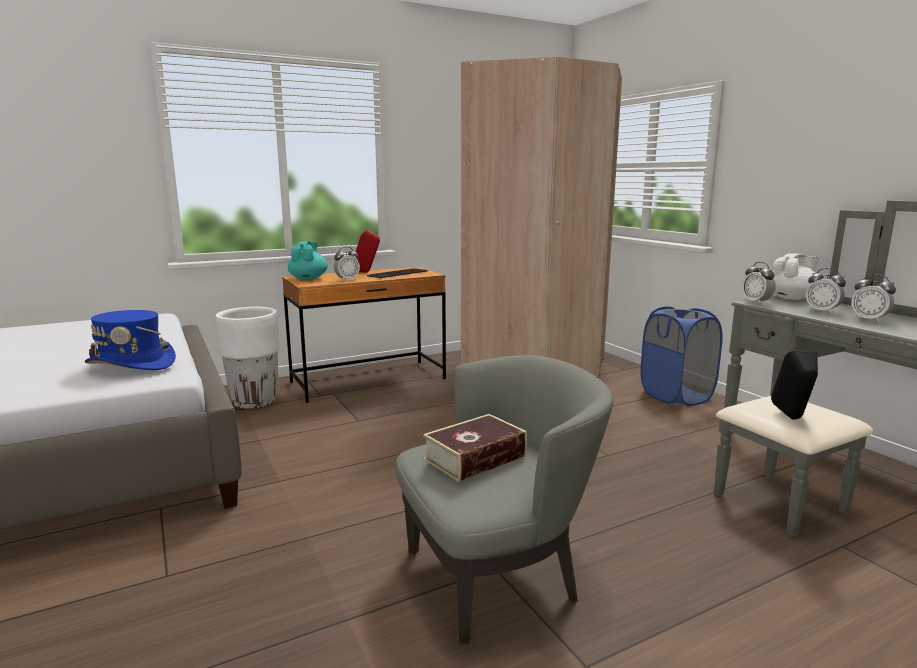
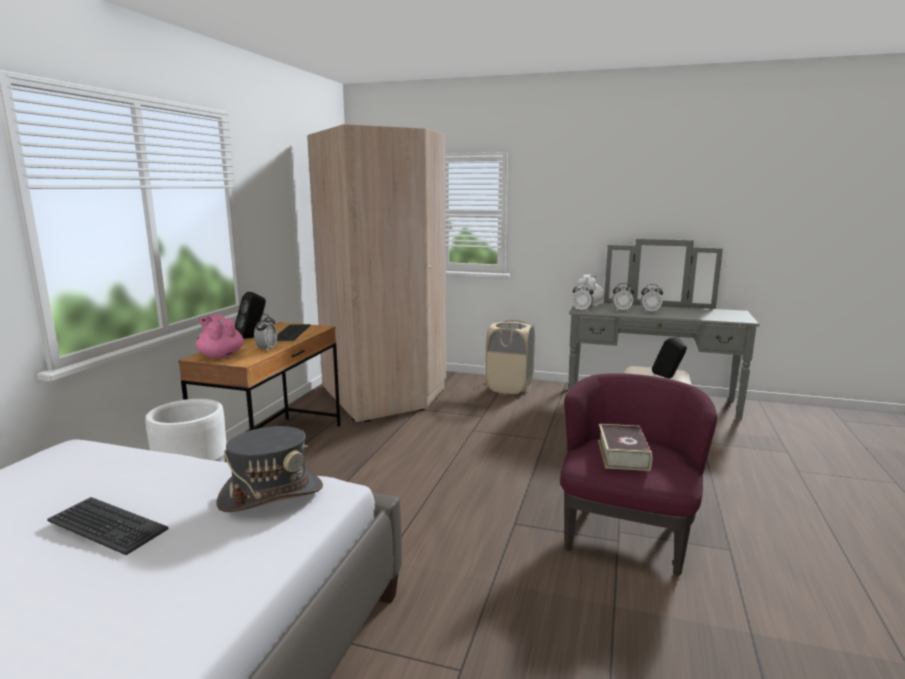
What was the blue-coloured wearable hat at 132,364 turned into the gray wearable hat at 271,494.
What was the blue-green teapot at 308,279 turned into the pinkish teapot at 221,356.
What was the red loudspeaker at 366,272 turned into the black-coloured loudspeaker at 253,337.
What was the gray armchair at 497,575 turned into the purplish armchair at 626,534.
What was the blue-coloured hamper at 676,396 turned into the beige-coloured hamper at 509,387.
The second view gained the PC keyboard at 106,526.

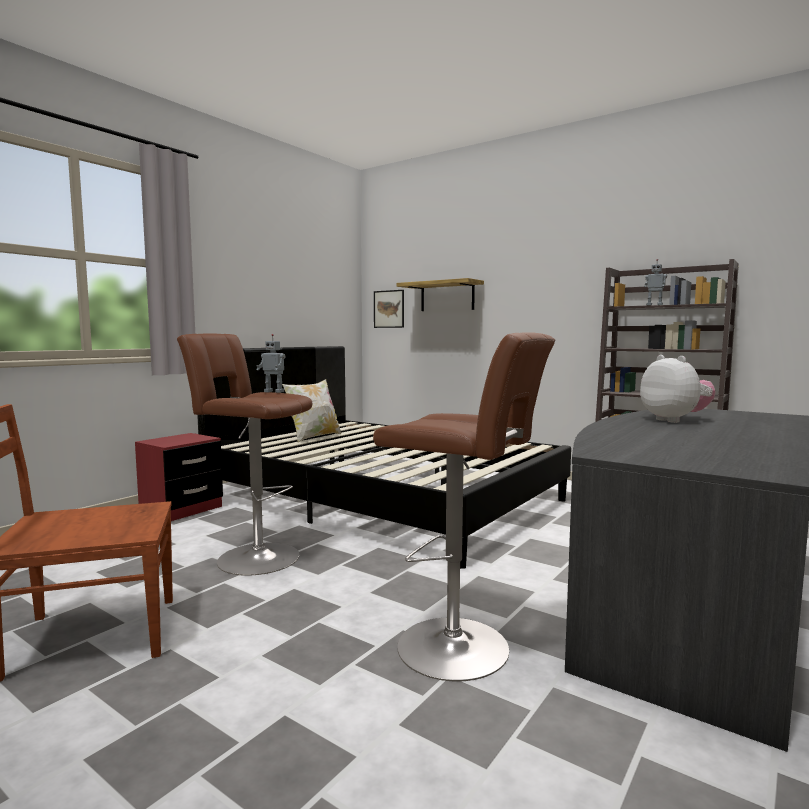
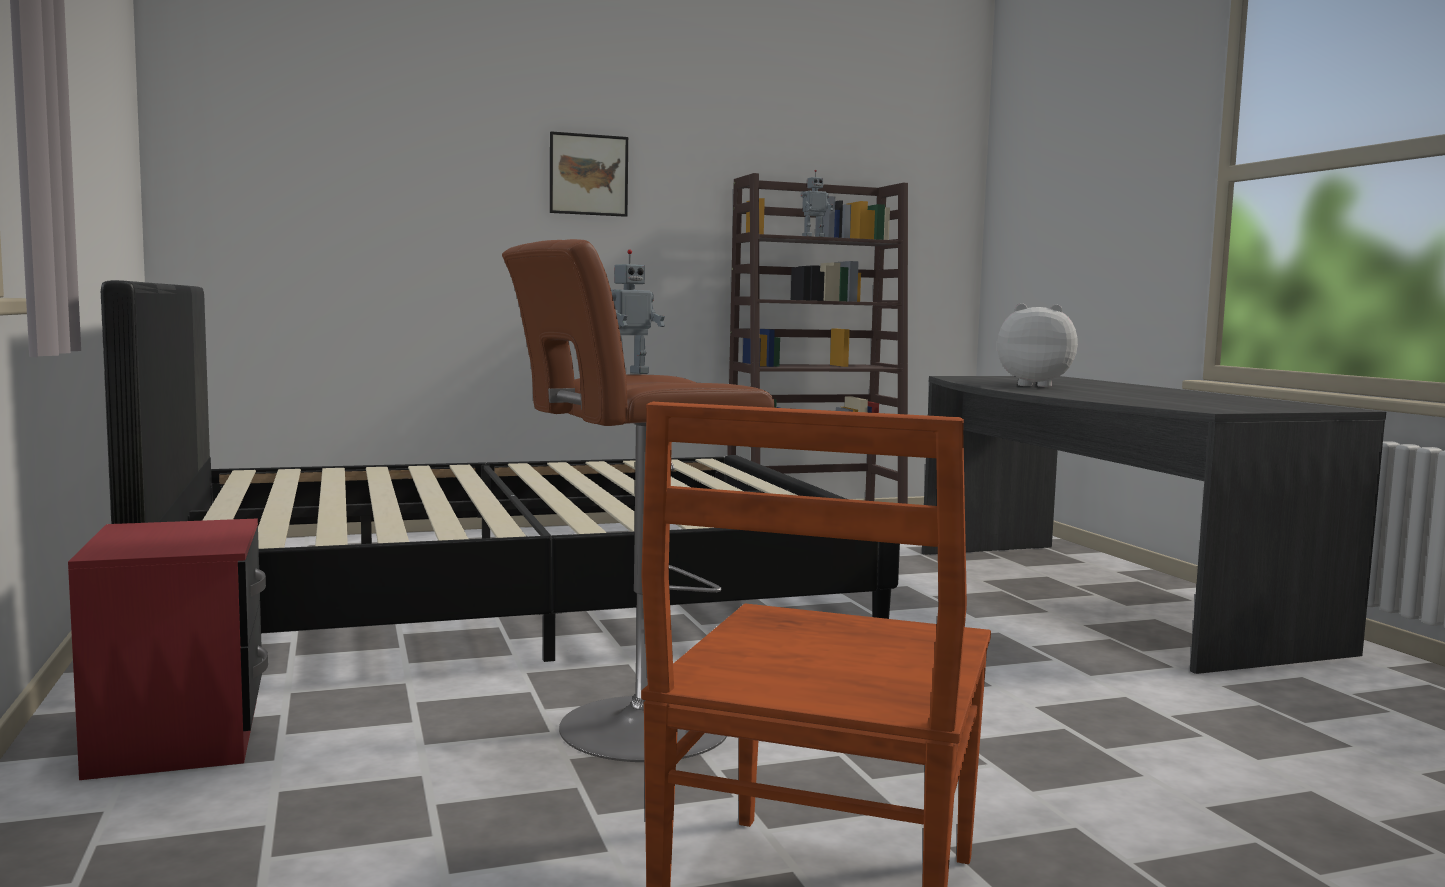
The second view lost the cushion at 313,437.
The second view lost the brownish stool seat at 461,649.
The wall picture ended up elsewhere, having gone from 389,309 to 588,174.
The second view lost the wall shelf at 447,296.

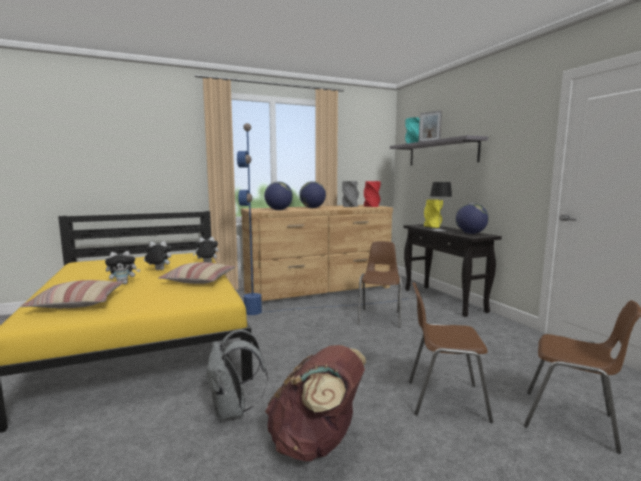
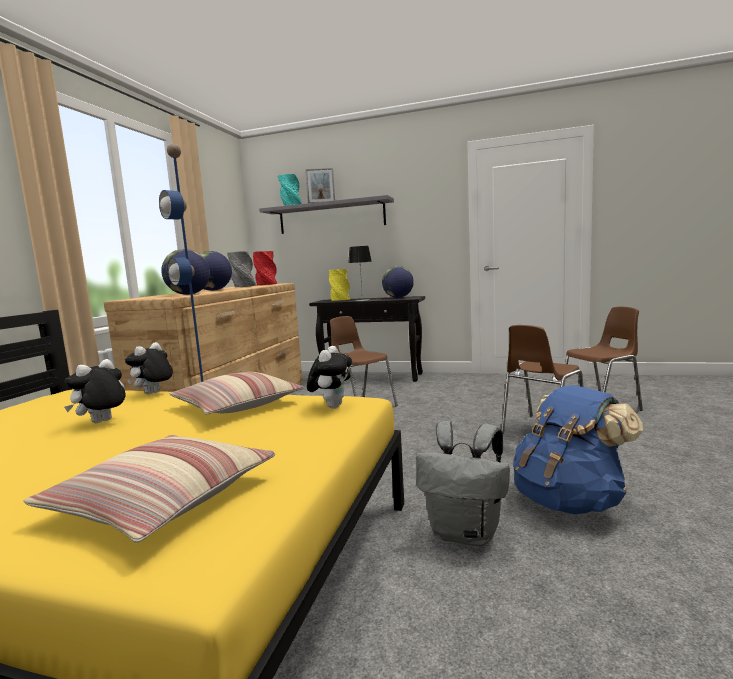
The plush toy ended up elsewhere, having gone from 123,283 to 332,406.
What was the brownish backpack at 316,443 turned into the blue-coloured backpack at 568,500.

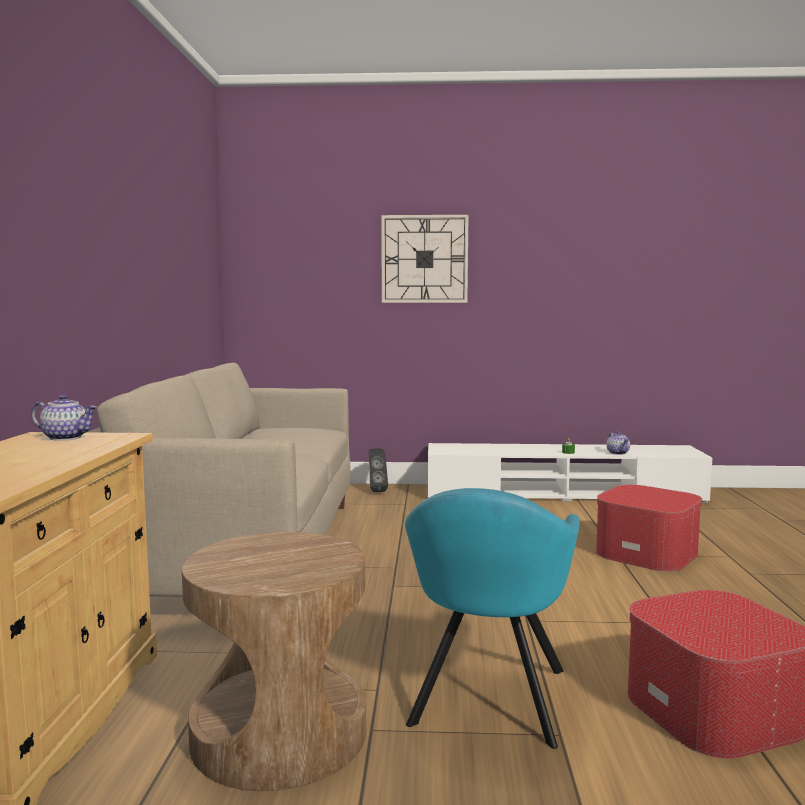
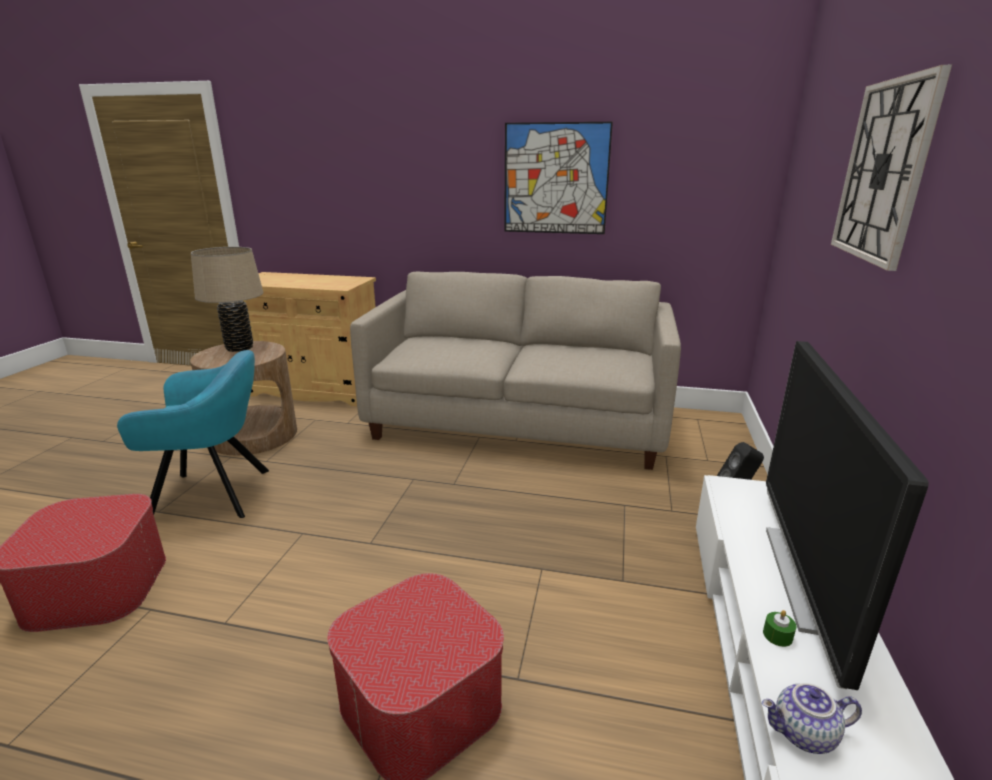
The second view lost the teapot at 66,437.
The blue-green armchair at 488,700 ended up facing another way, 150 degrees clockwise from before.
The second view gained the beige-coloured tabletop lamp at 239,348.
The second view gained the wall picture at 555,179.
The second view gained the television at 806,579.

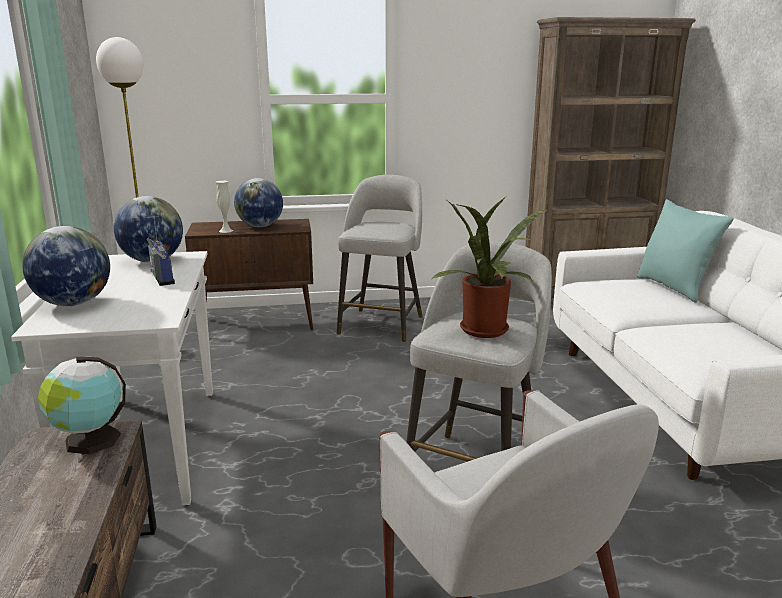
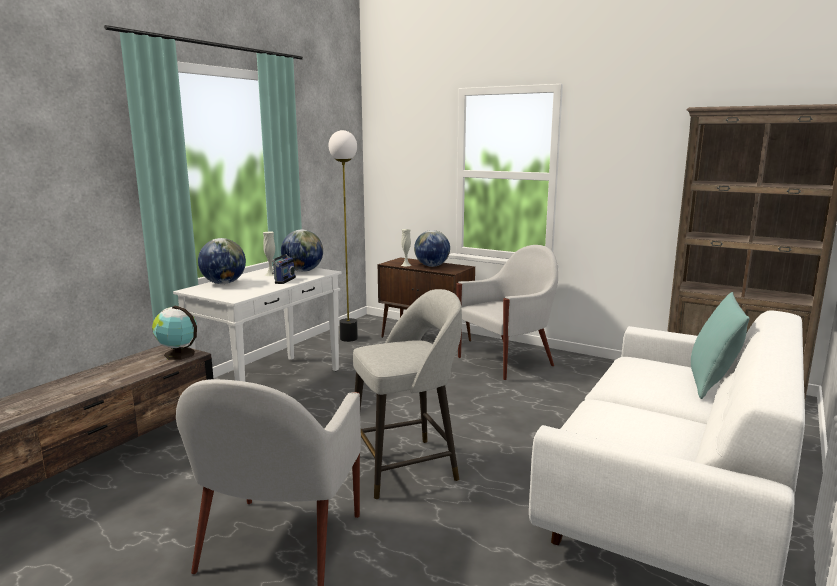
Where the gray stool seat stood at 382,324, the whitish armchair came to stand at 507,361.
The second view lost the potted plant at 487,332.
The second view gained the whitish flower vase at 271,274.

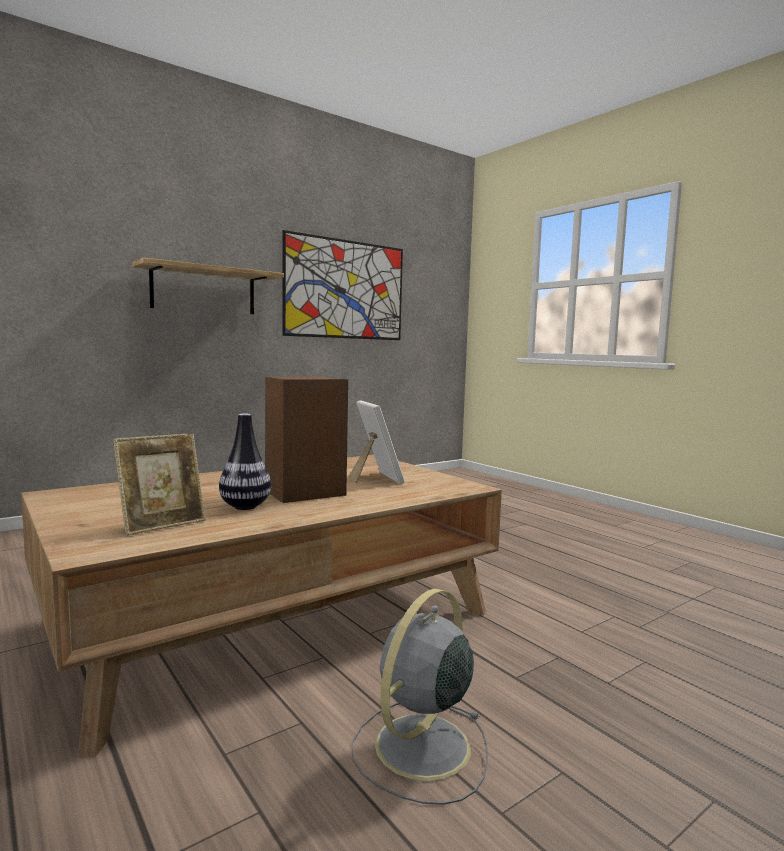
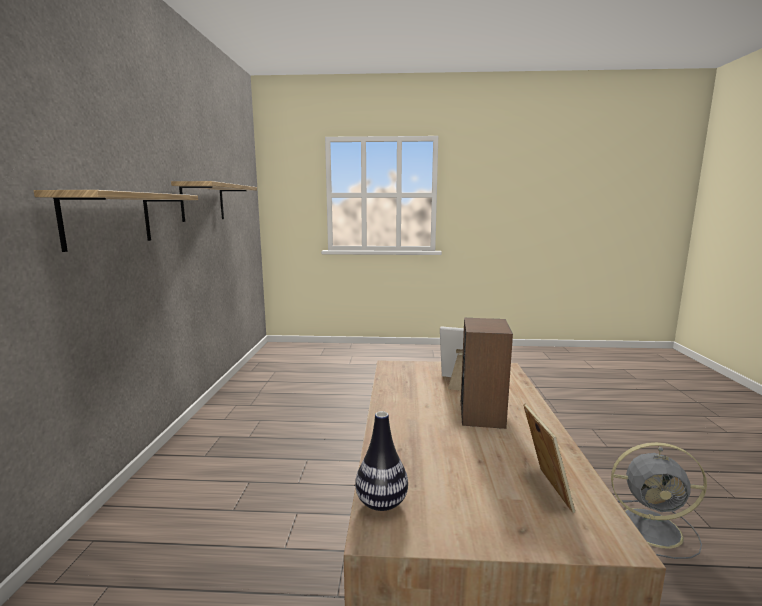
The flower vase ended up elsewhere, having gone from 245,507 to 382,503.
Where the wall picture hung at 345,289, the wall shelf came to hang at 203,202.
The gray electric fan at 420,748 ended up facing another way, 60 degrees counterclockwise from before.

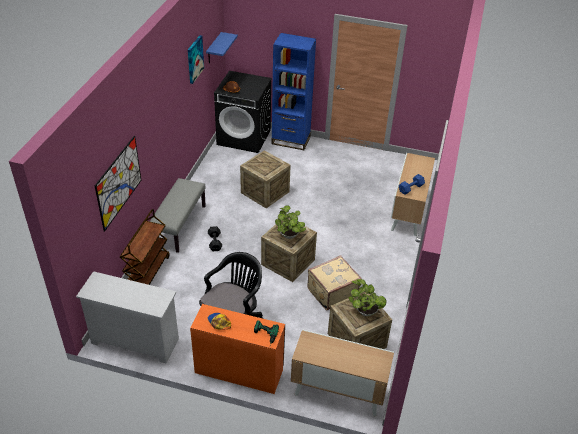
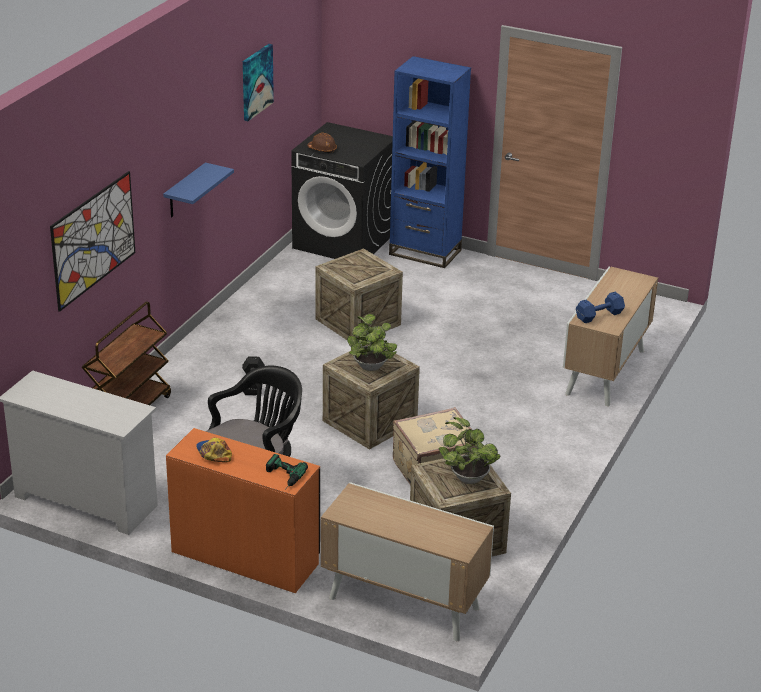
The second view lost the gray indoor bench at 179,225.
The blue-coloured wall shelf ended up elsewhere, having gone from 214,48 to 185,191.

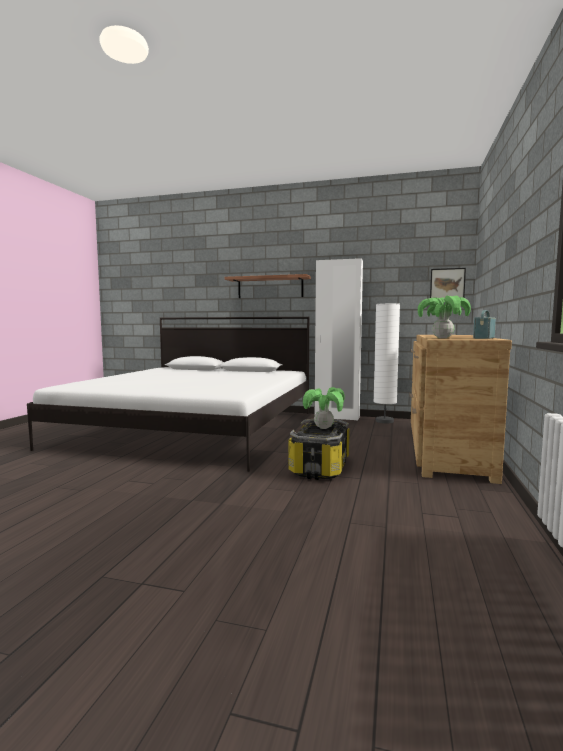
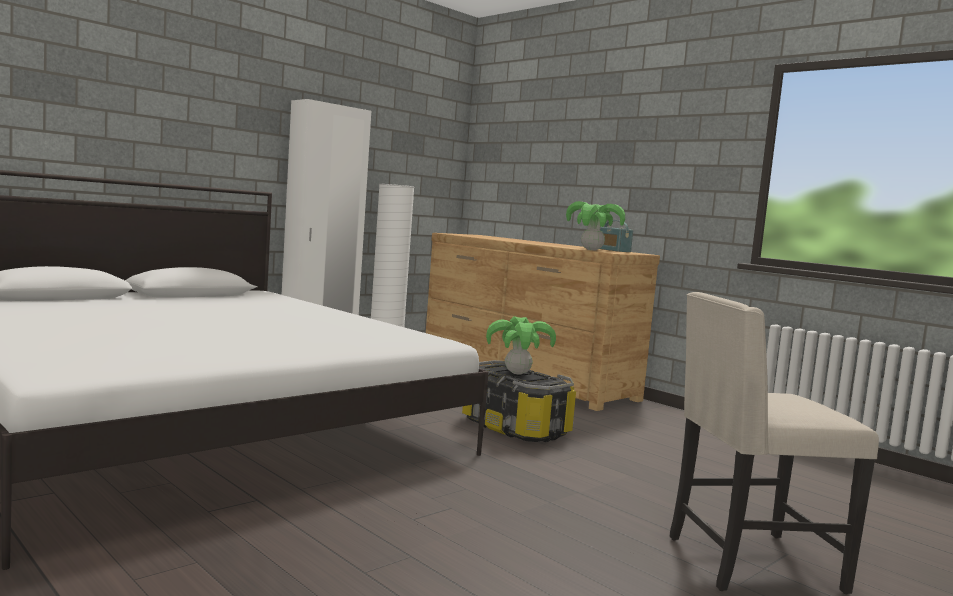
The second view lost the wall shelf at 270,287.
The second view lost the wall picture at 447,284.
The second view gained the beige-coloured upright chair at 749,563.

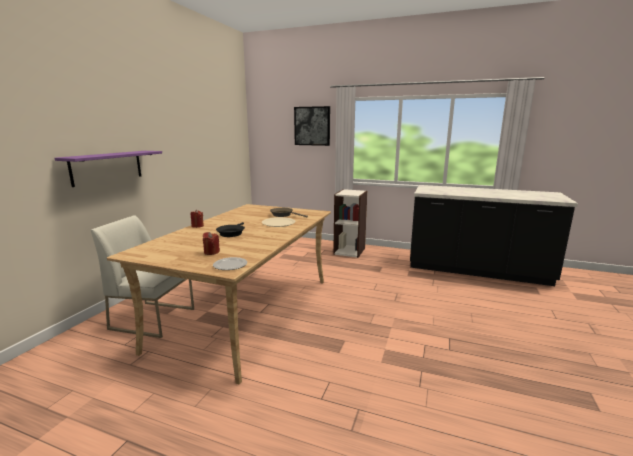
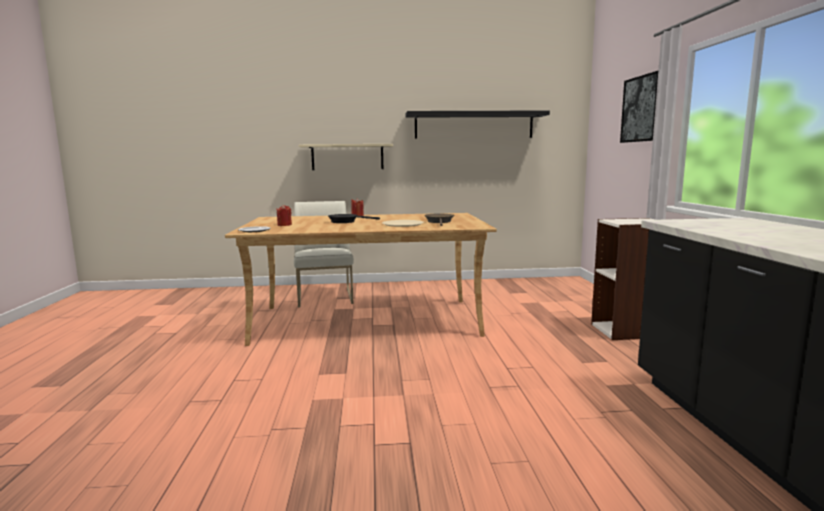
What was the purplish wall shelf at 107,167 turned into the beige-coloured wall shelf at 347,157.
The second view gained the black-coloured wall shelf at 474,125.

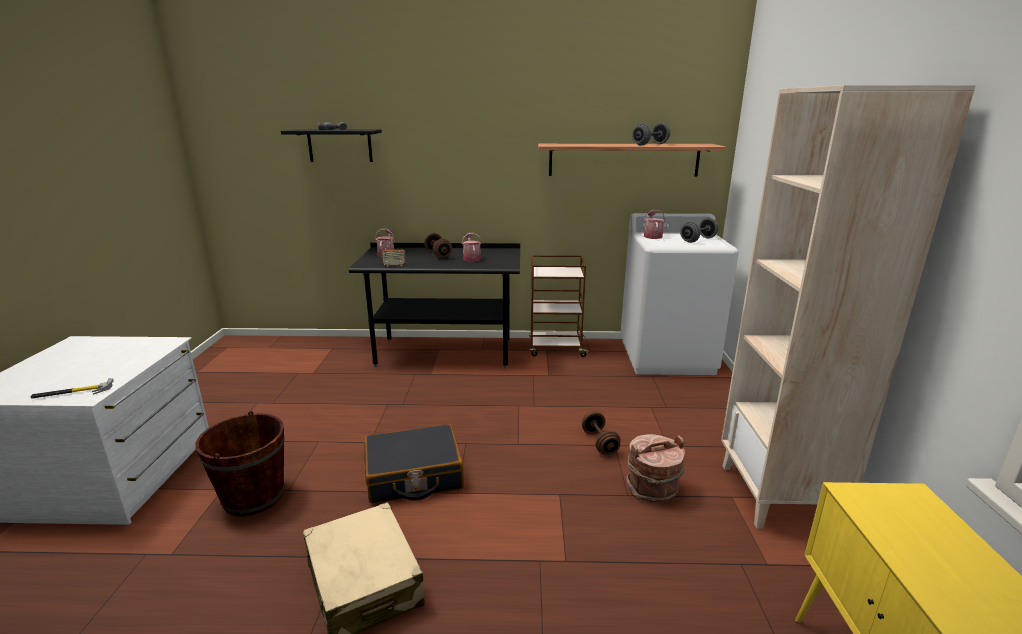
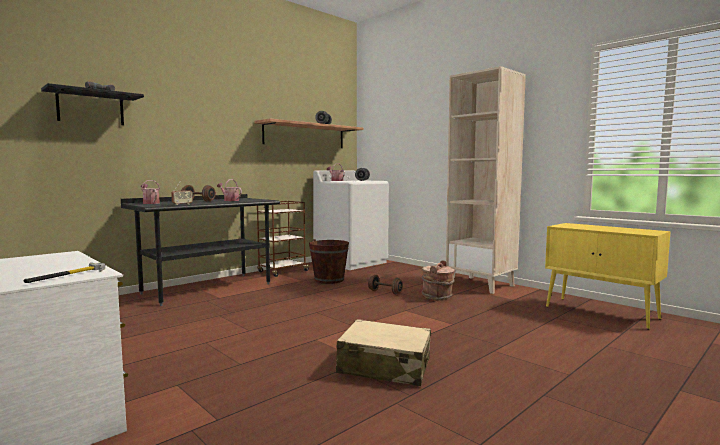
The brownish pail ended up elsewhere, having gone from 254,497 to 329,280.
The second view lost the black-coloured travel case at 414,476.

